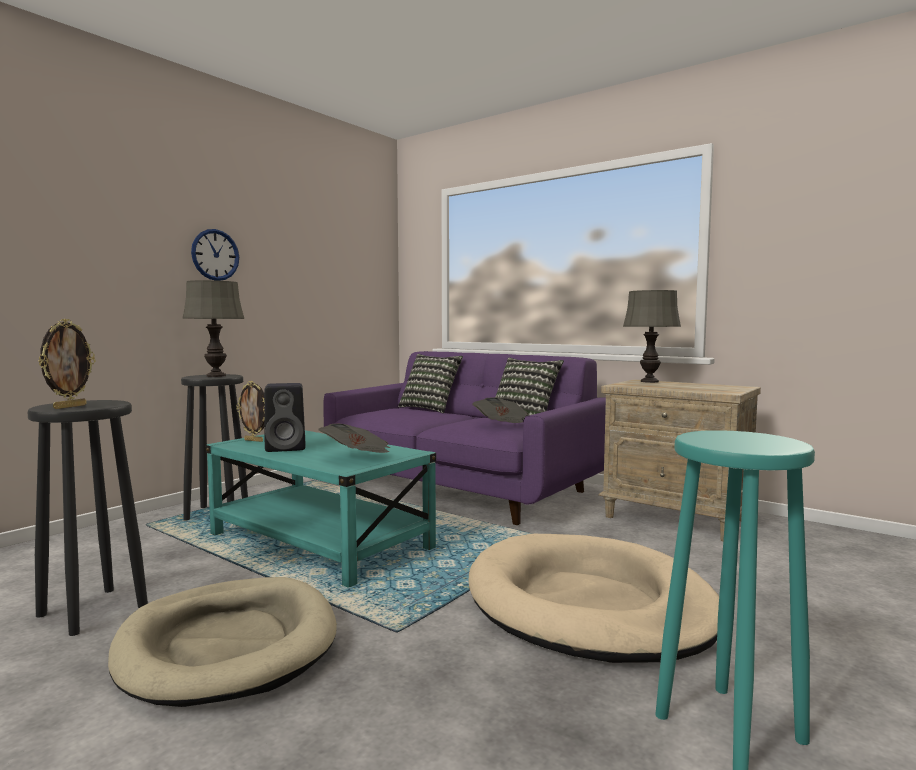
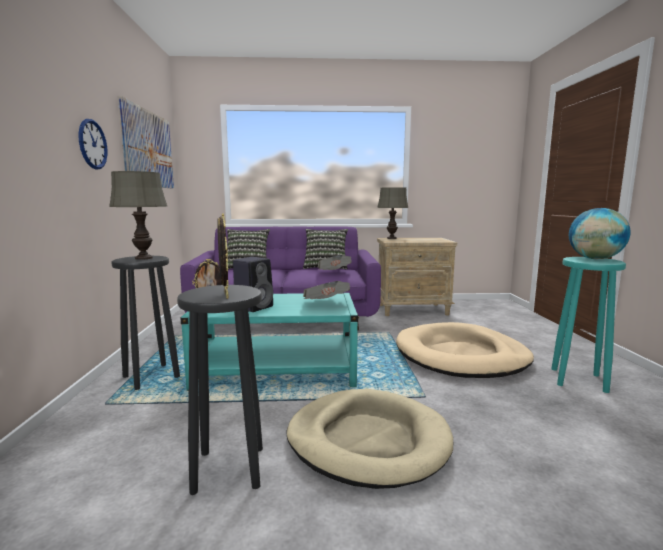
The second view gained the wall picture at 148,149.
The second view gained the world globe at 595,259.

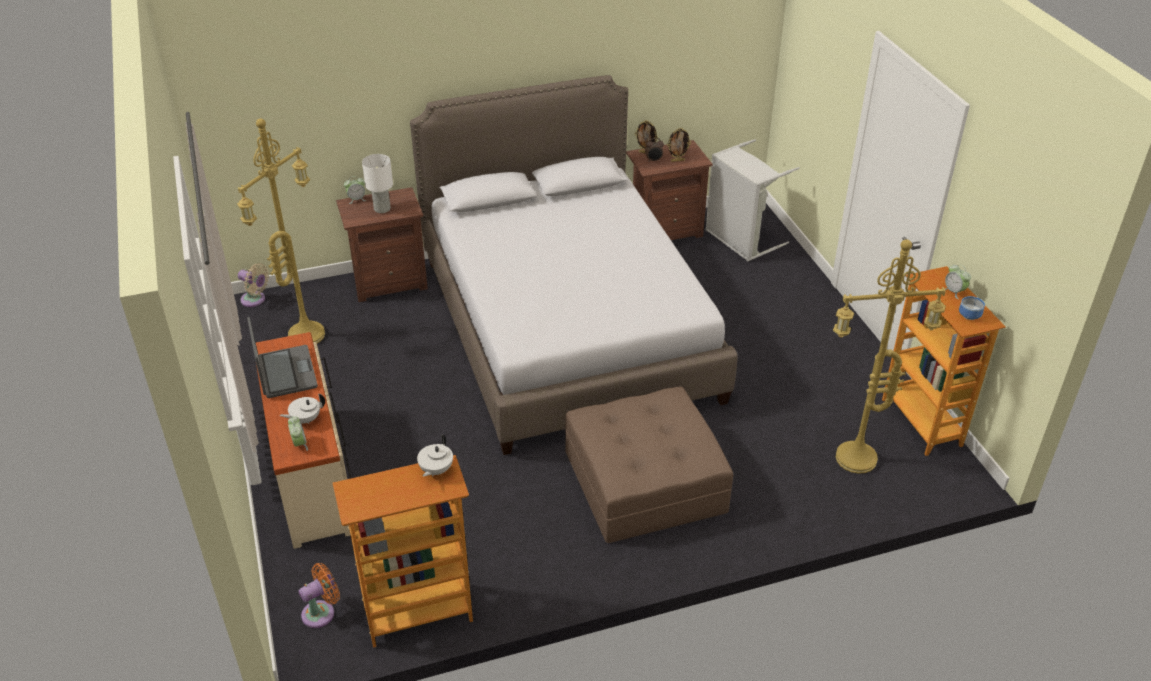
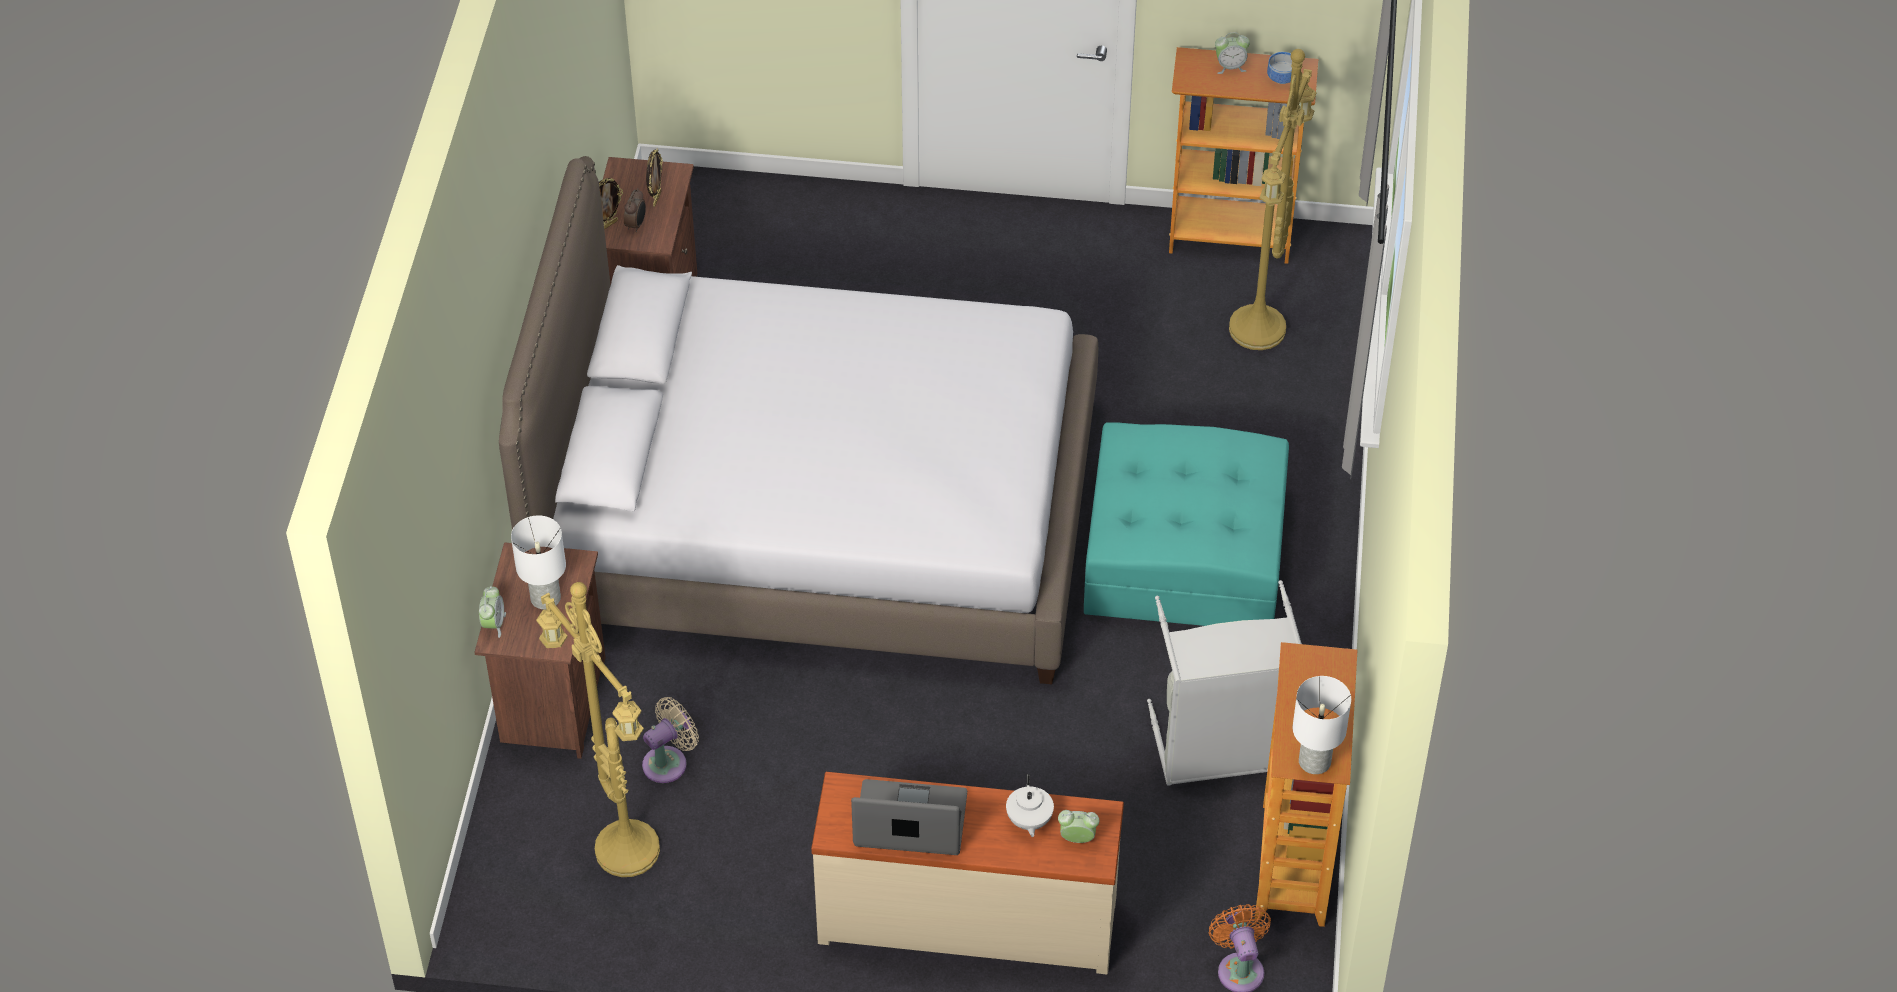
The beige-coloured electric fan ended up elsewhere, having gone from 255,300 to 669,762.
The second view lost the whitish teapot at 435,470.
What was the brownish ottoman at 645,481 turned into the blue-green ottoman at 1184,551.
The gray hamper ended up elsewhere, having gone from 740,240 to 1222,749.
The second view gained the whitish tabletop lamp at 1313,761.

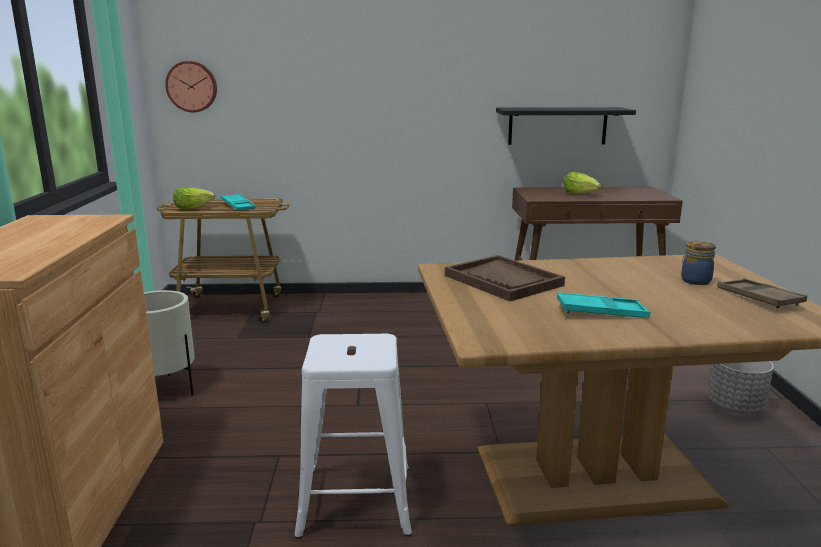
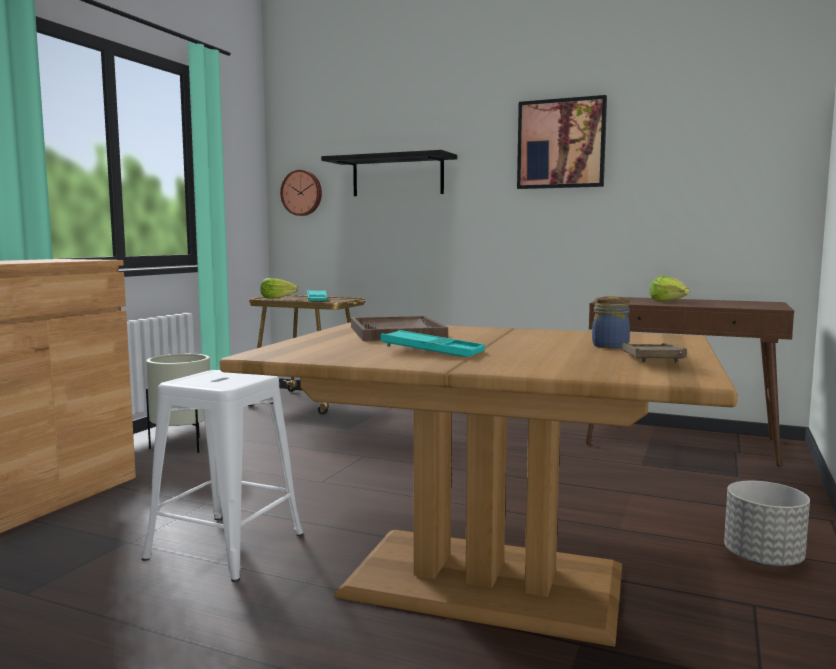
The black-coloured wall shelf ended up elsewhere, having gone from 557,126 to 397,176.
The second view gained the wall picture at 561,144.

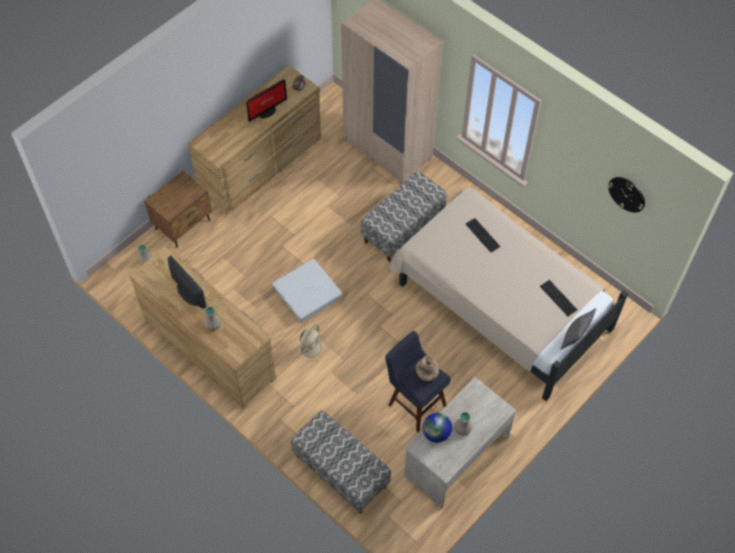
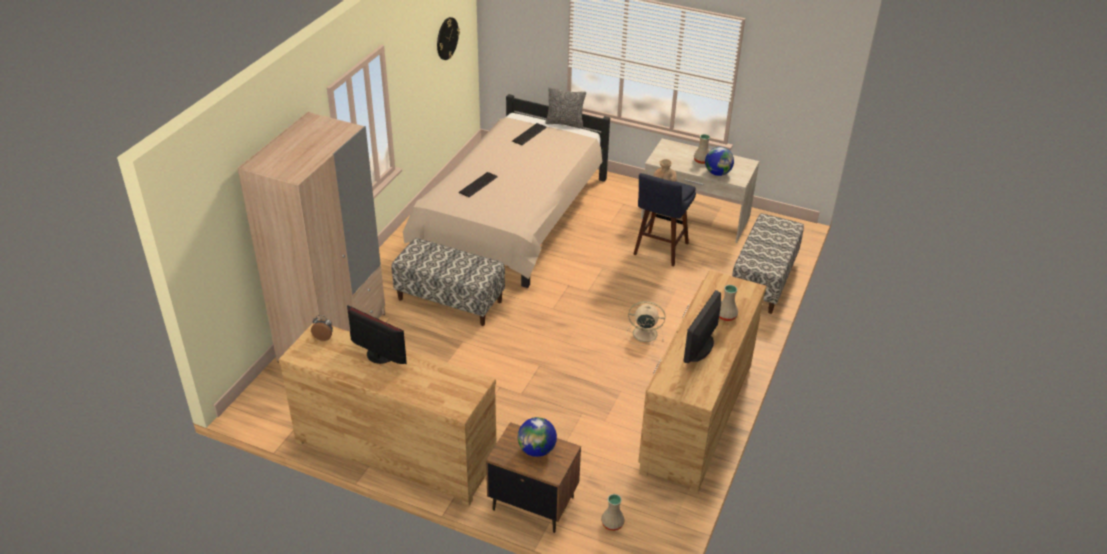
The second view lost the whitish storage container at 307,293.
The second view gained the world globe at 537,450.

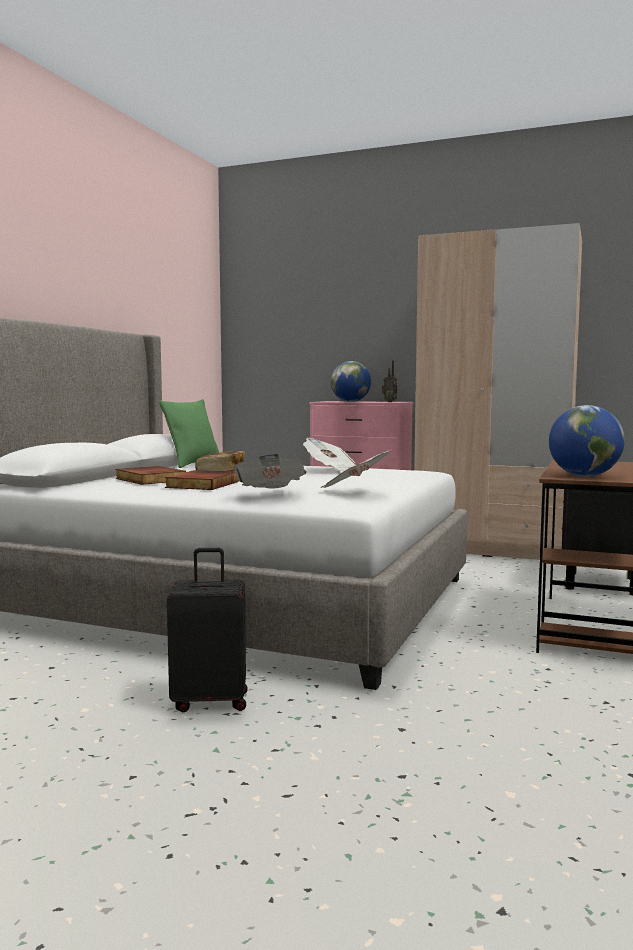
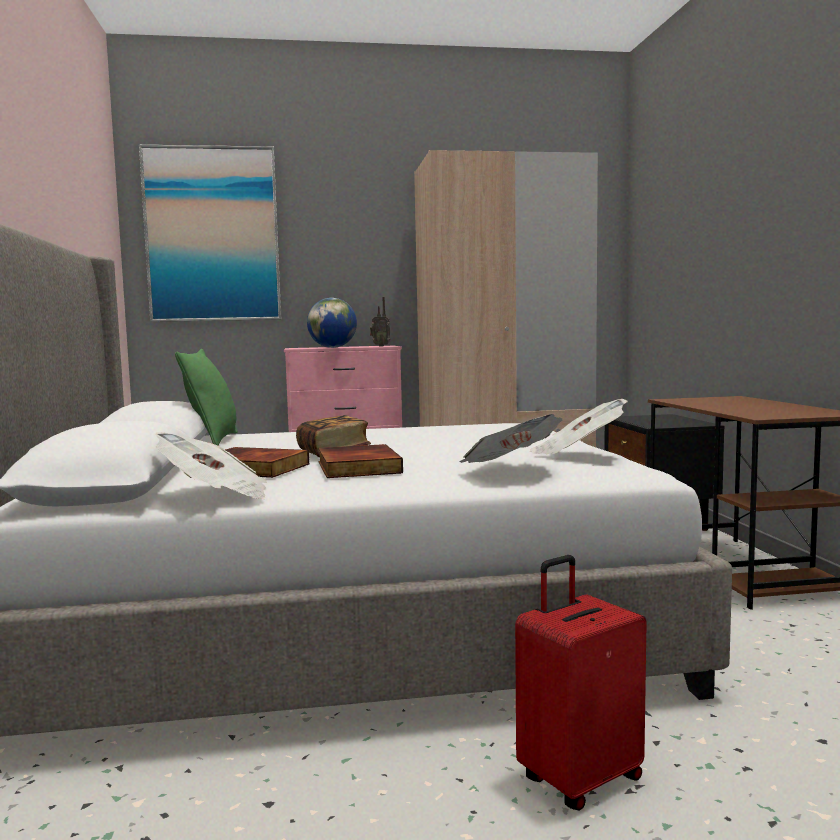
What was the black-coloured travel case at 210,701 turned into the red travel case at 578,778.
The printed paper ended up elsewhere, having gone from 331,471 to 216,495.
The second view lost the world globe at 584,476.
The second view gained the wall picture at 212,235.

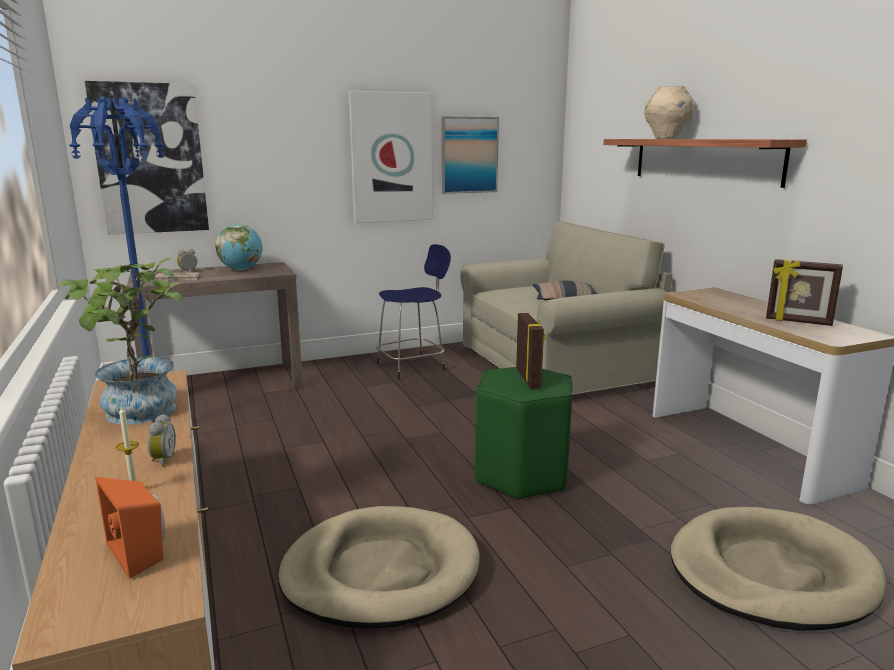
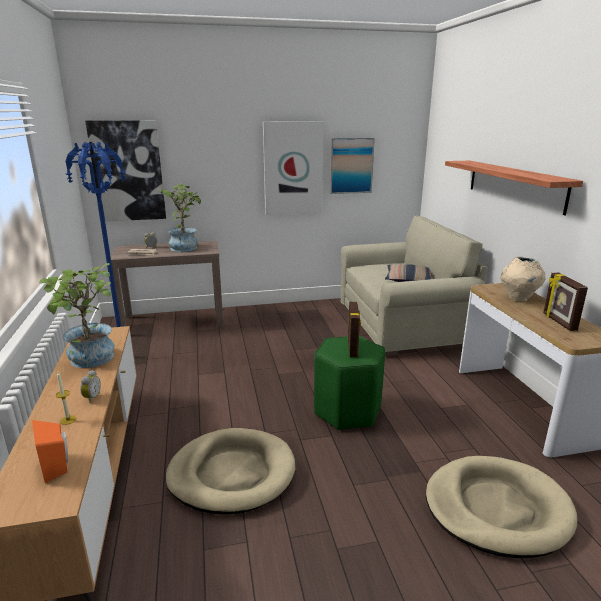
Where the world globe stood at 241,269, the potted plant came to stand at 185,247.
The second view lost the blue-coloured stool seat at 413,366.
The beige-coloured flower vase ended up elsewhere, having gone from 666,138 to 518,298.
The photo frame at 798,322 ended up facing another way, 45 degrees clockwise from before.

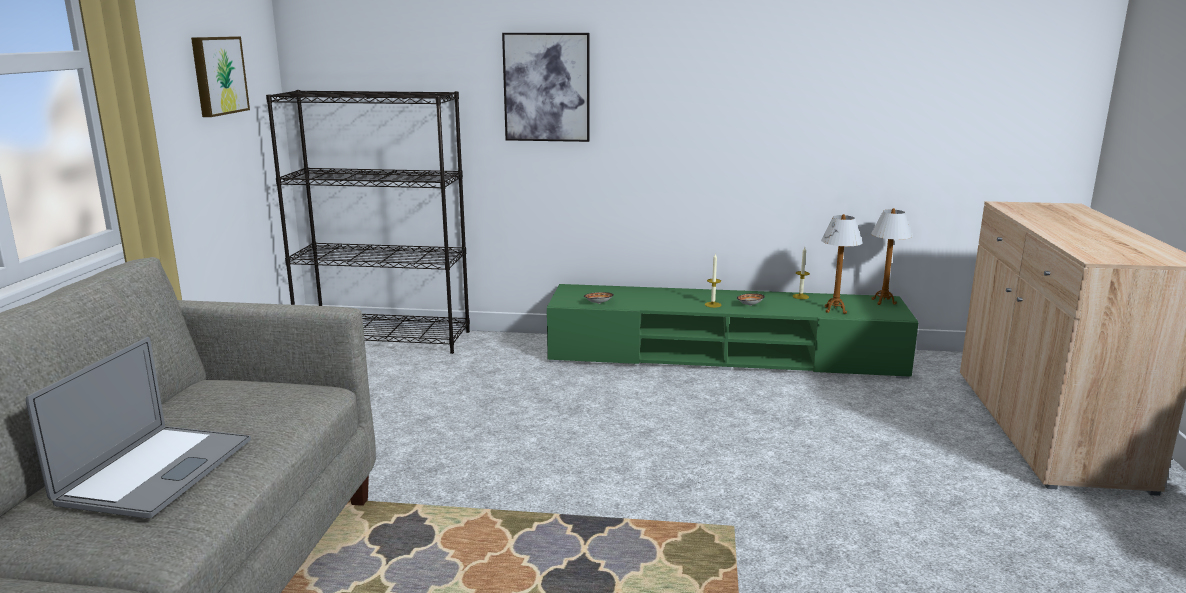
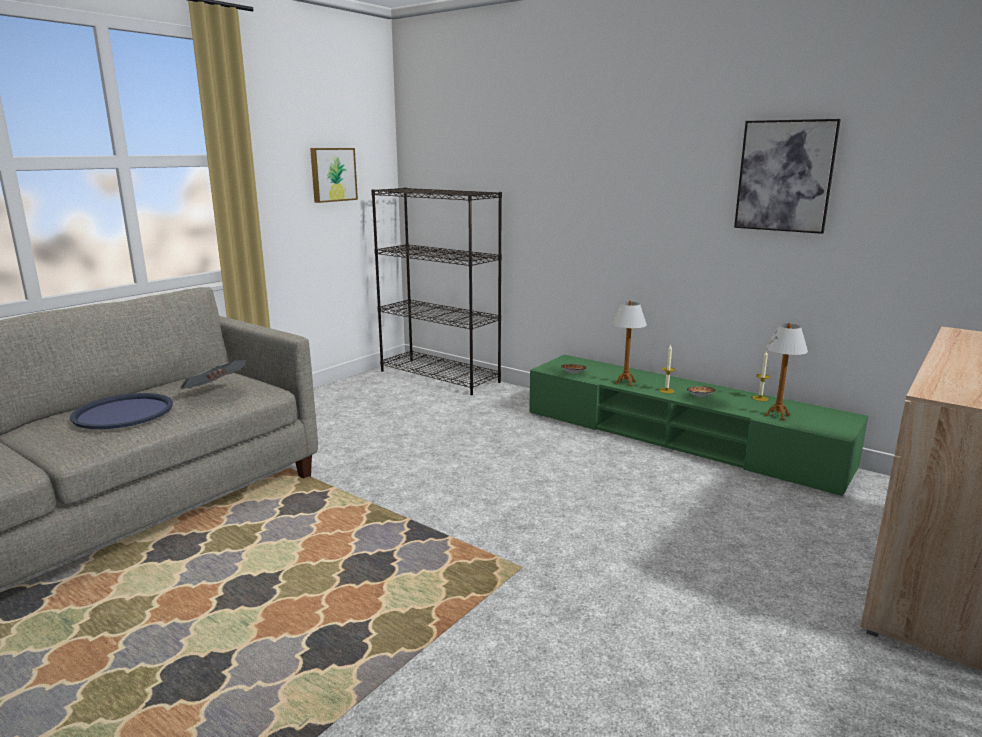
Where the notebook computer stood at 157,470, the blue-coloured tray came to stand at 123,412.
The wall picture ended up elsewhere, having gone from 546,87 to 785,176.
The tabletop lamp ended up elsewhere, having gone from 883,302 to 625,383.
The second view gained the printed paper at 215,392.

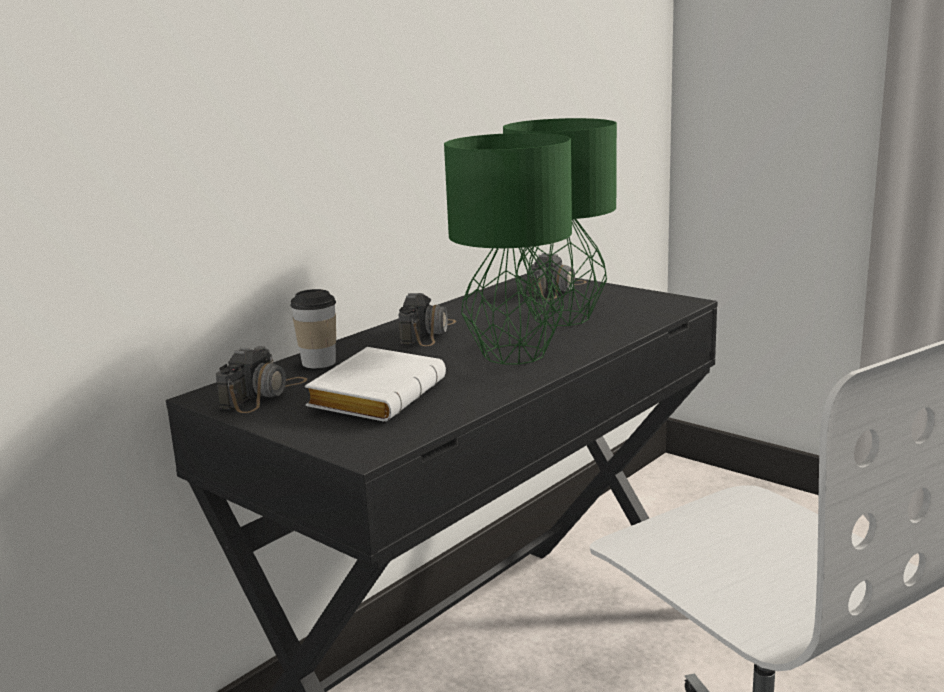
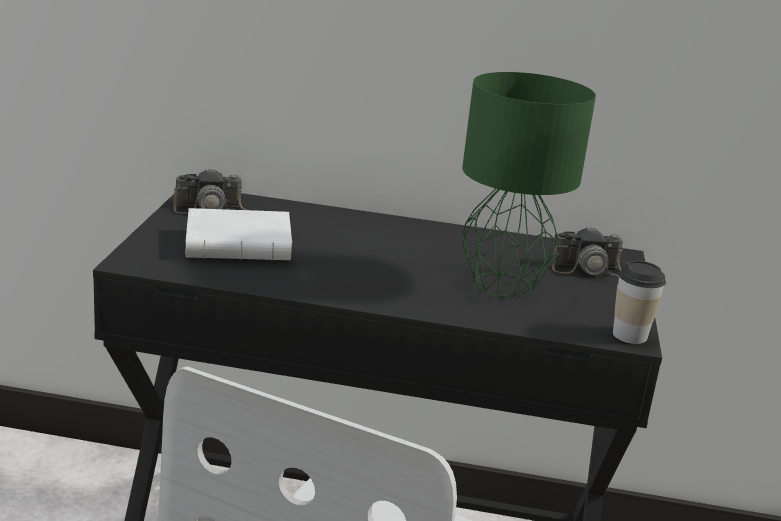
The cup ended up elsewhere, having gone from 319,362 to 630,335.
The second view lost the photo camera at 428,332.
The second view lost the green tabletop lamp at 513,354.

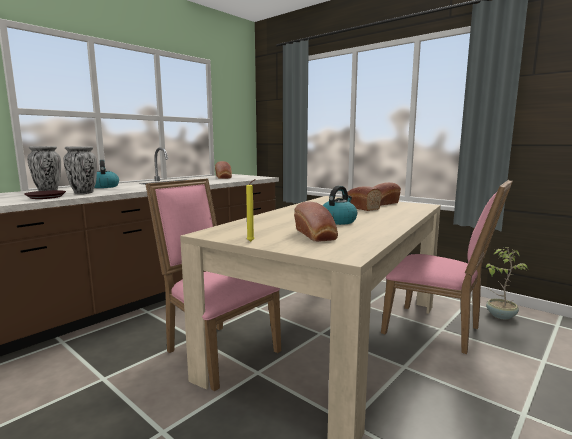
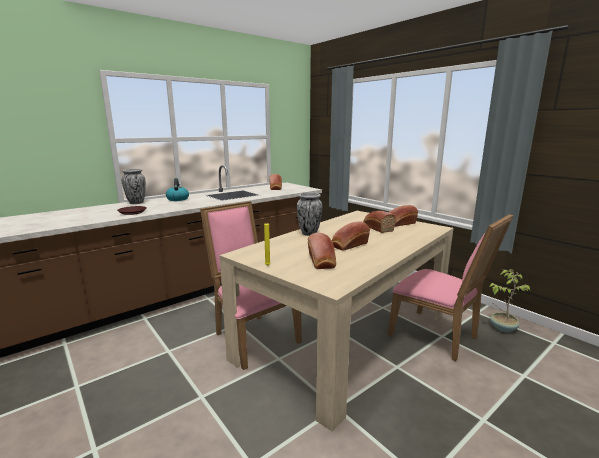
The flower vase ended up elsewhere, having gone from 83,193 to 309,233.
Where the water kettle stood at 338,221, the bakery bread came to stand at 349,245.

